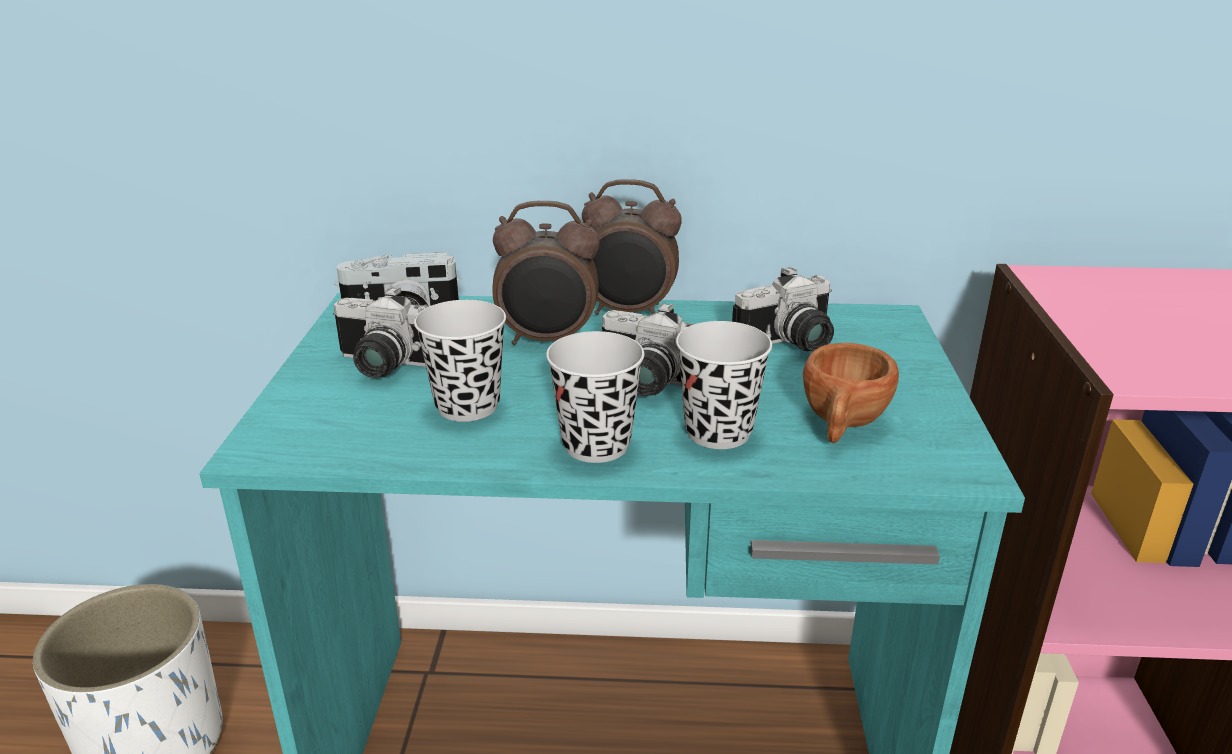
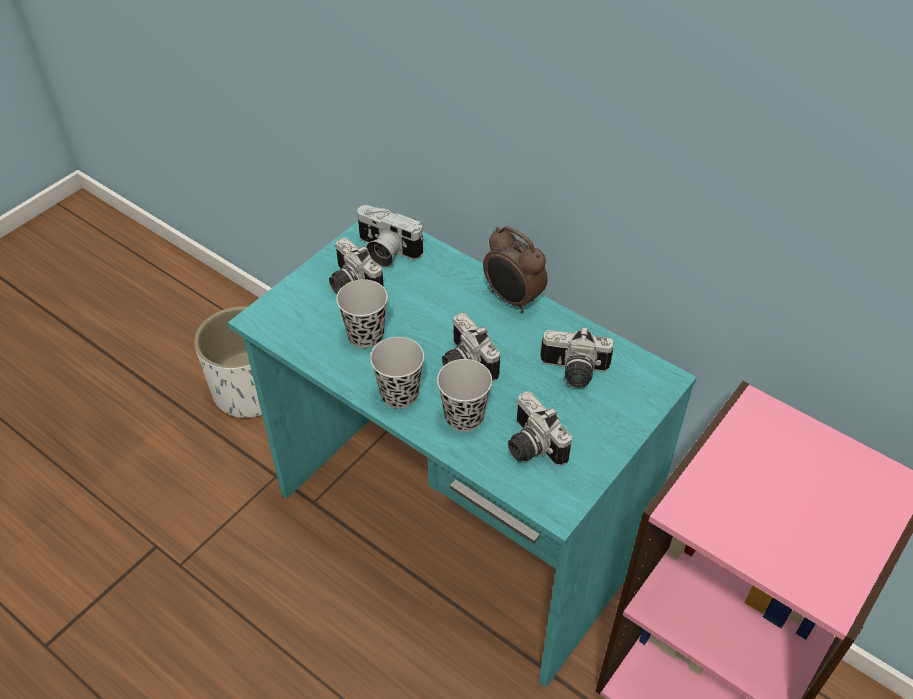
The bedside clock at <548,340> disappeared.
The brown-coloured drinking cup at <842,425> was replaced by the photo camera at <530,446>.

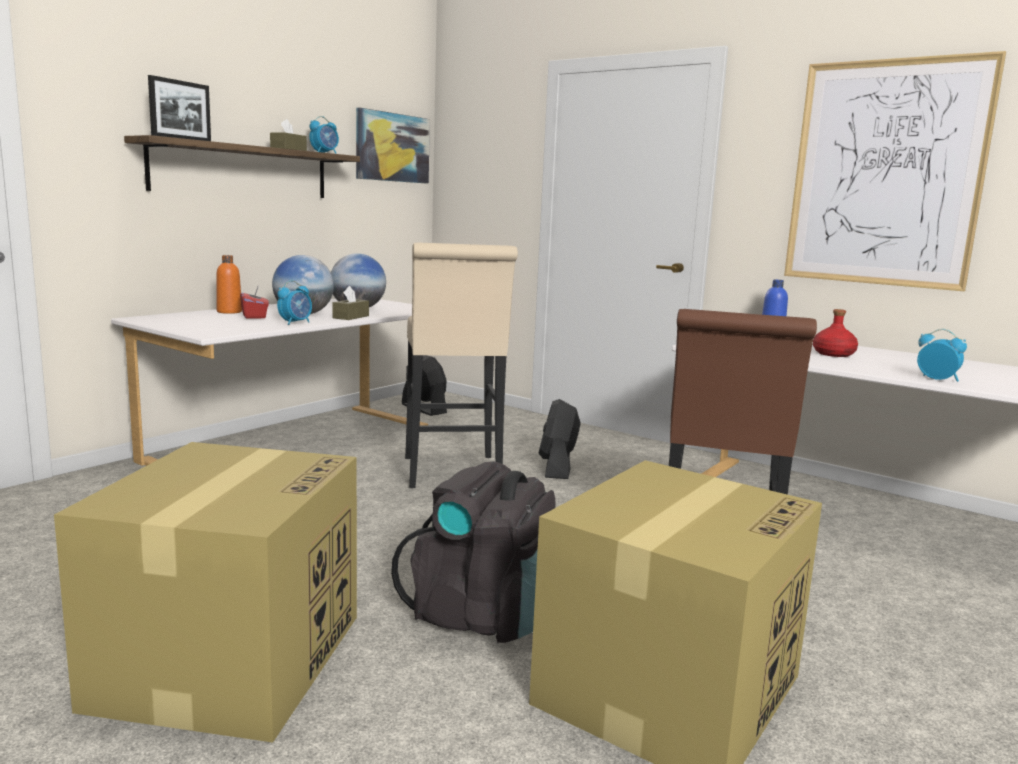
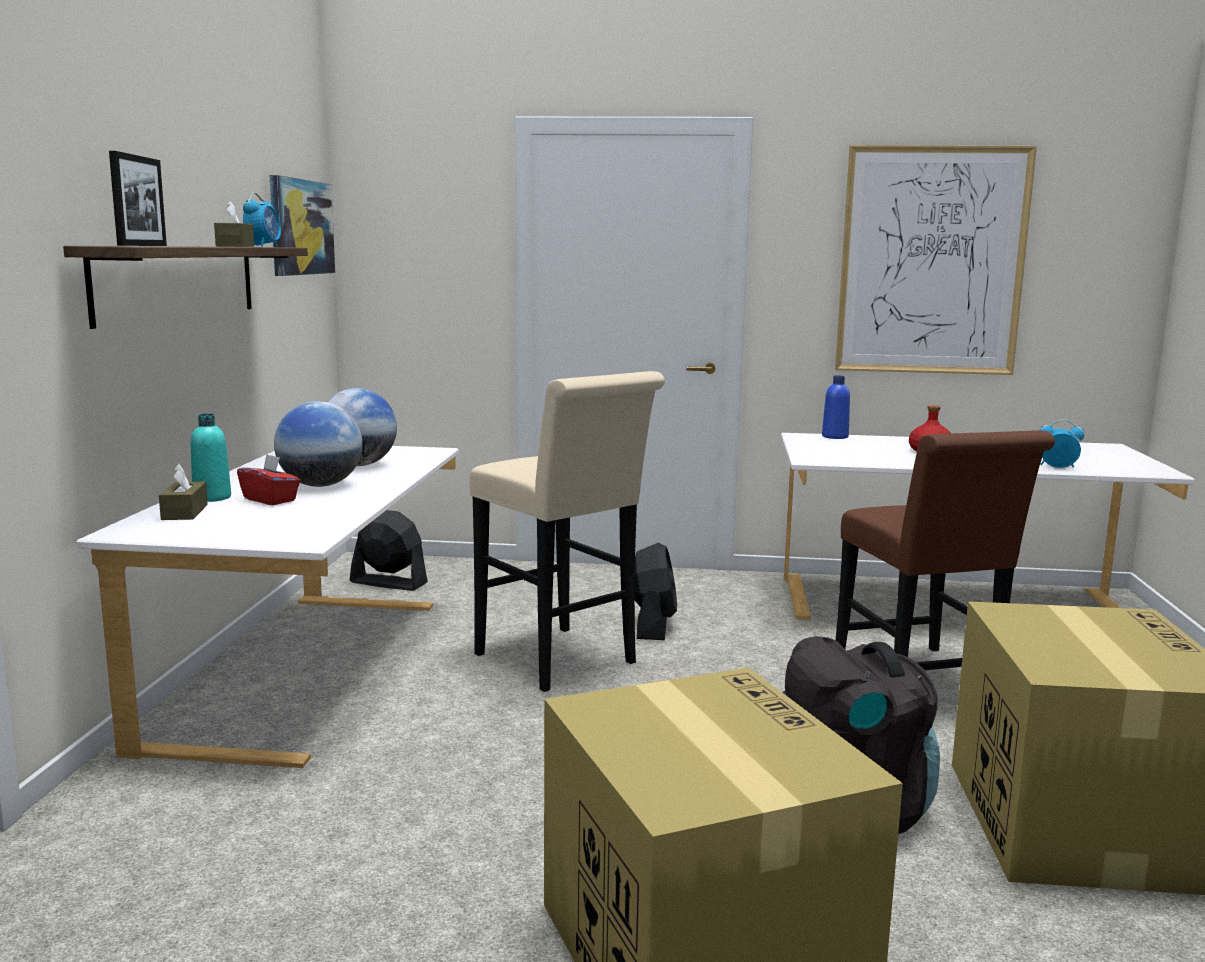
The bedside clock at <295,323> disappeared.
The brown-coloured box of tissues moved from <351,317> to <184,512>.
The orangey drink bottle at <229,312> became the blue-green drink bottle at <212,498>.
The black-coloured electric fan at <557,467> turned 150 degrees counterclockwise.

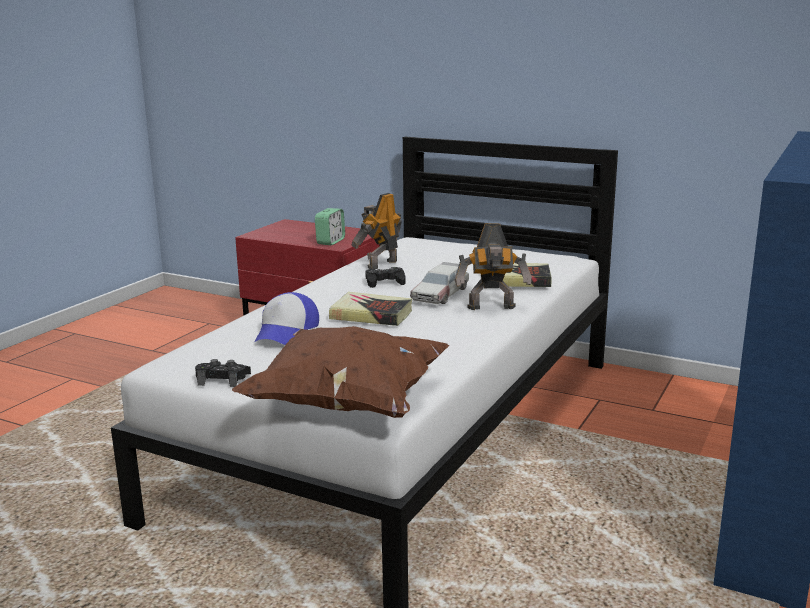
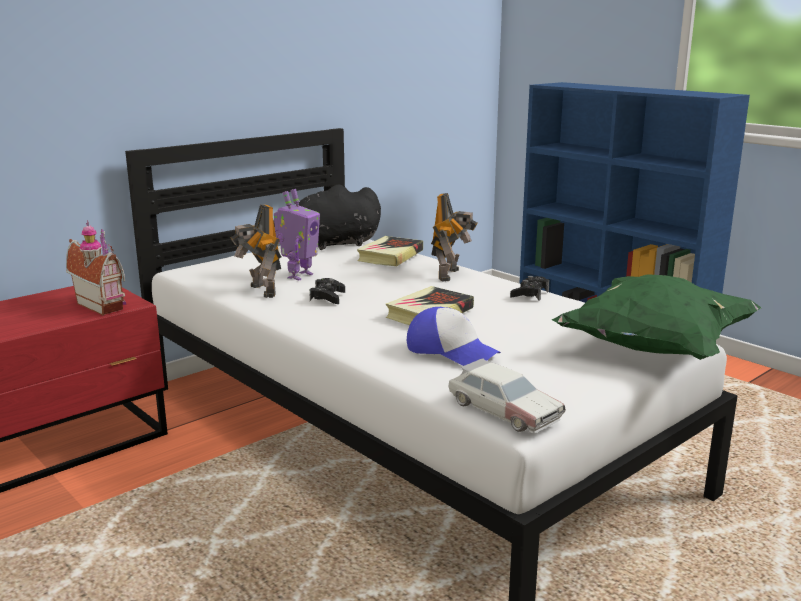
The black-coloured plush toy at <333,244> appeared.
The robot figure at <298,276> appeared.
The black-coloured game controller moved from <222,379> to <530,294>.
The model car moved from <440,294> to <503,410>.
The bedside clock at <330,241> was replaced by the miniature house at <104,305>.
The brown-coloured pillow at <346,404> became the green pillow at <654,349>.

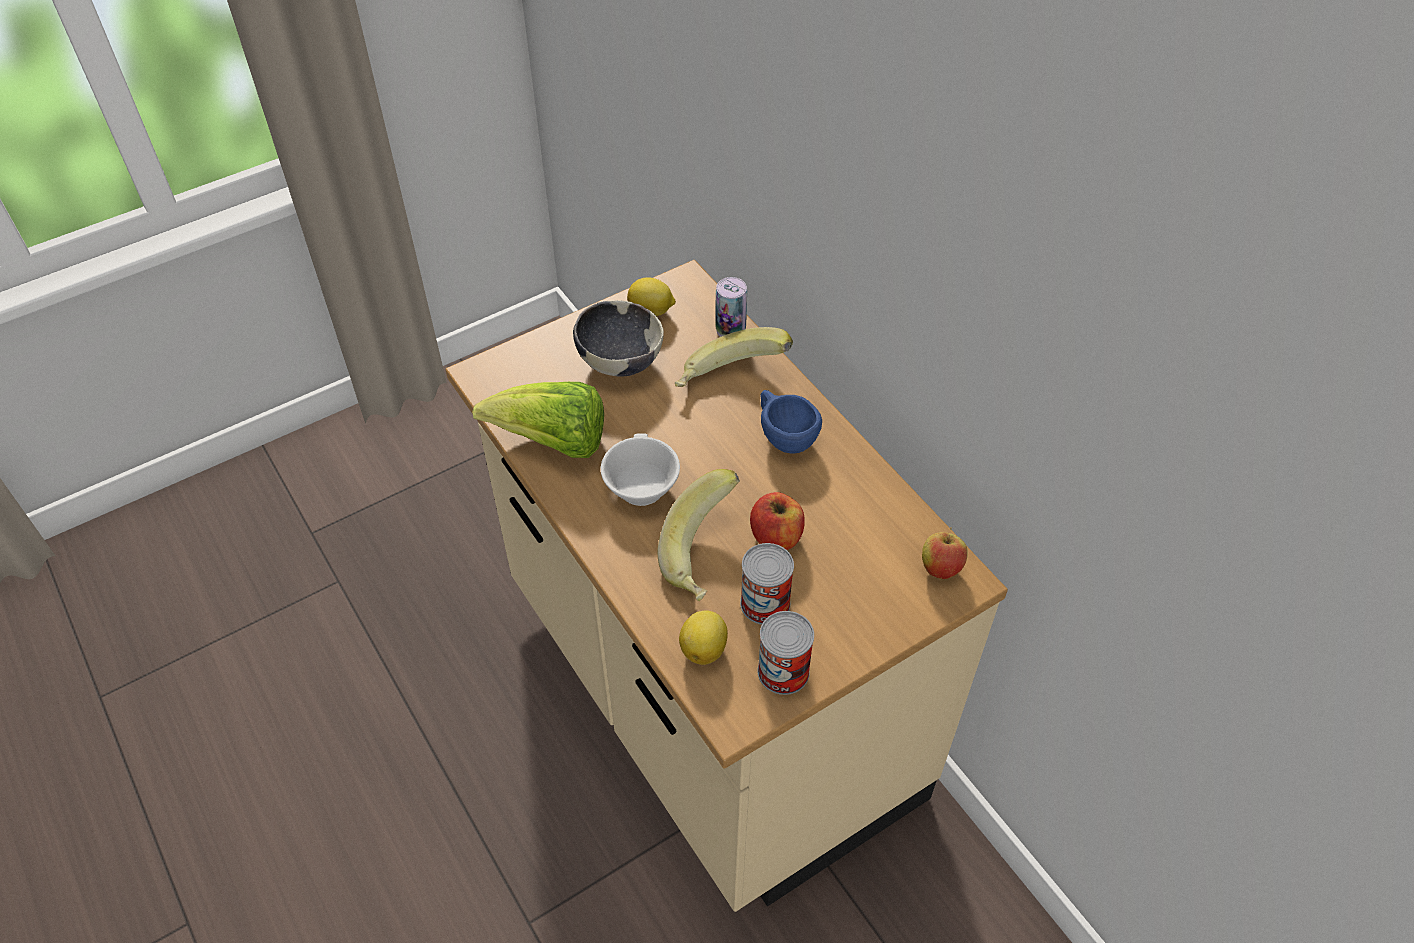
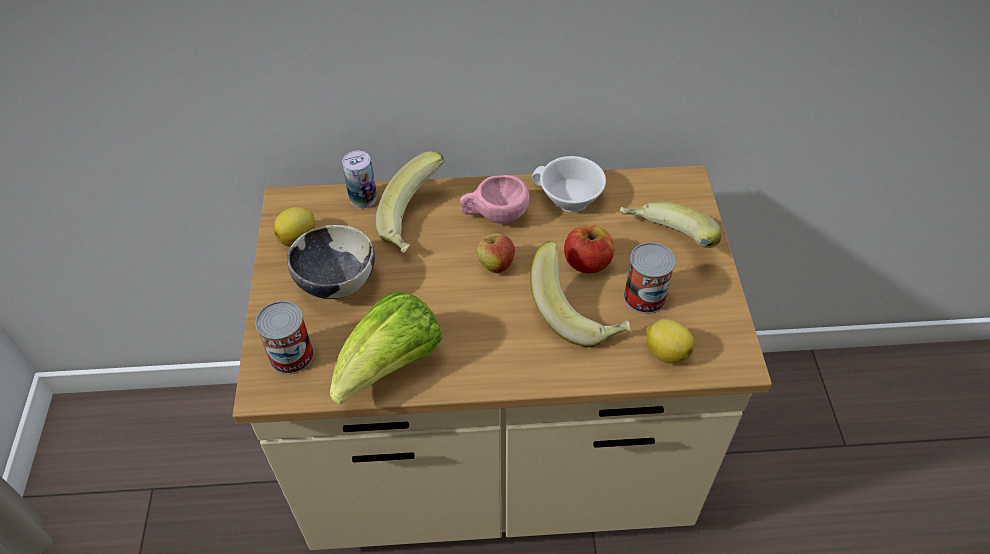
The banana fruit at <664,243> appeared.
The white drinking cup moved from <638,485> to <568,199>.
The can moved from <783,671> to <291,355>.
The apple moved from <940,568> to <495,265>.
The blue-coloured drinking cup at <784,435> became the pink-coloured drinking cup at <494,215>.

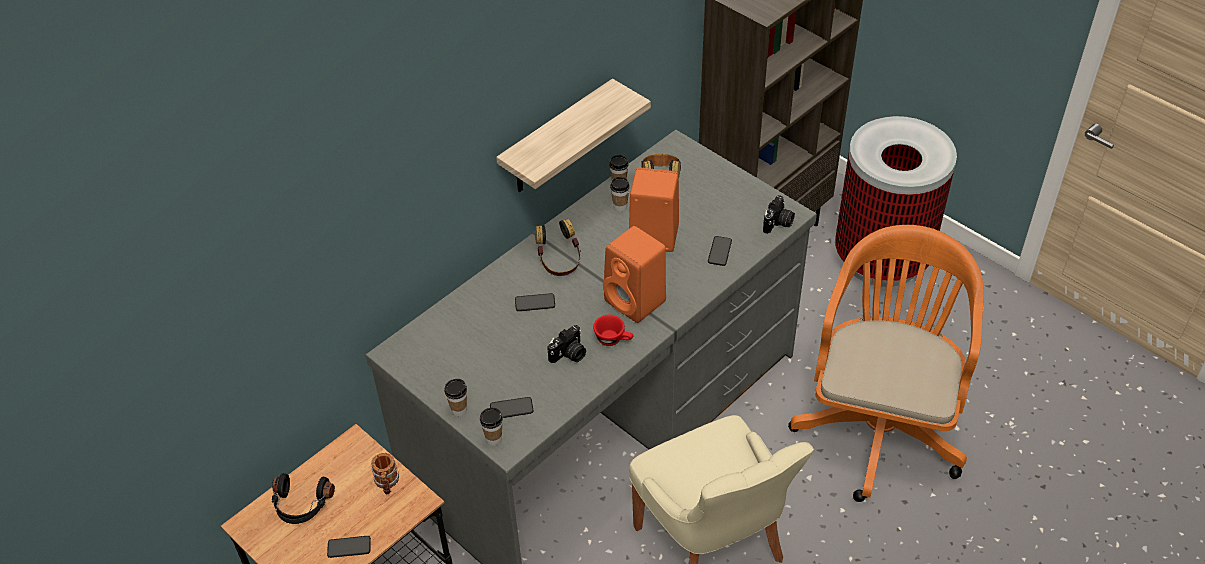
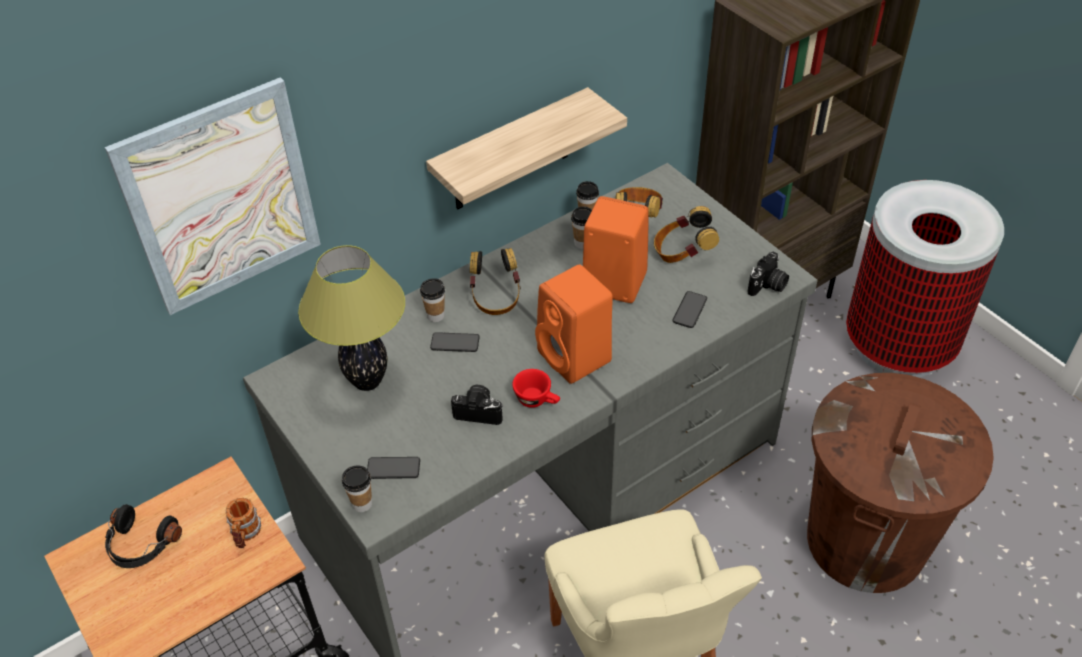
The handset at <349,547> disappeared.
The wall art at <221,198> appeared.
The tabletop lamp at <367,381> appeared.
The headset at <682,253> appeared.
The drinking cup moved from <459,410> to <435,316>.
The orangey computer chair at <880,424> was replaced by the brown-coloured rubbish bin at <866,540>.
The photo camera at <569,355> turned 135 degrees counterclockwise.

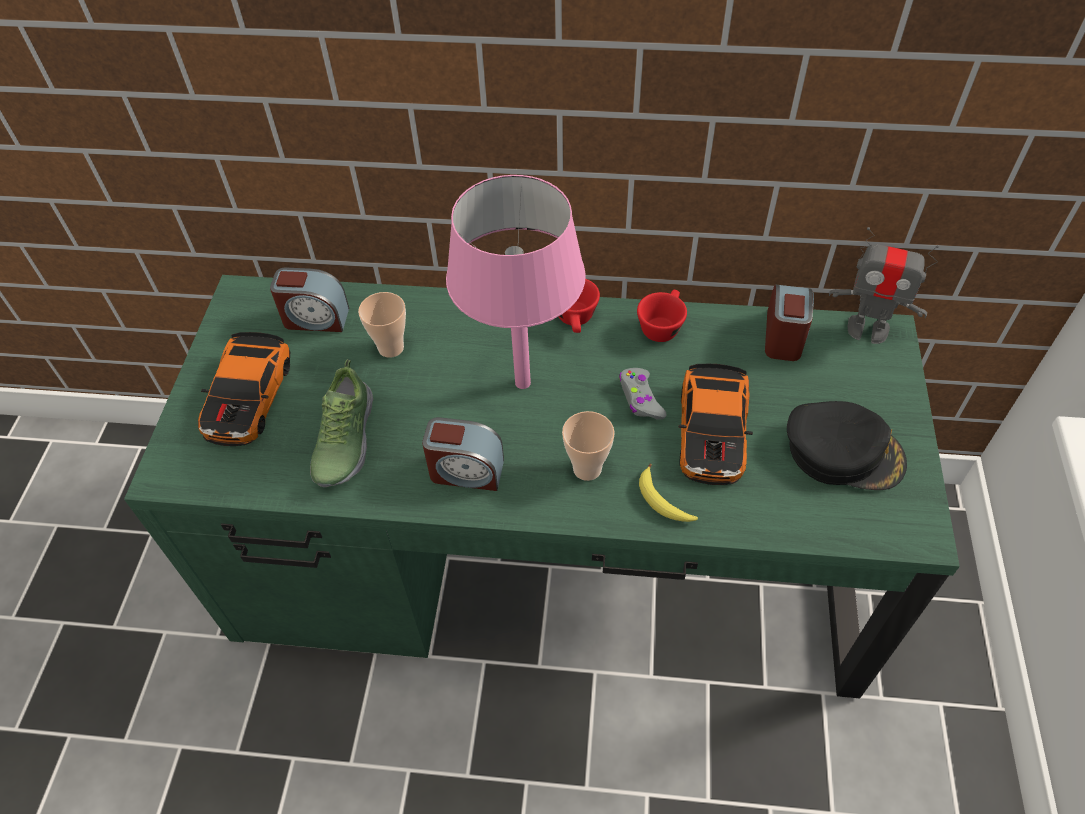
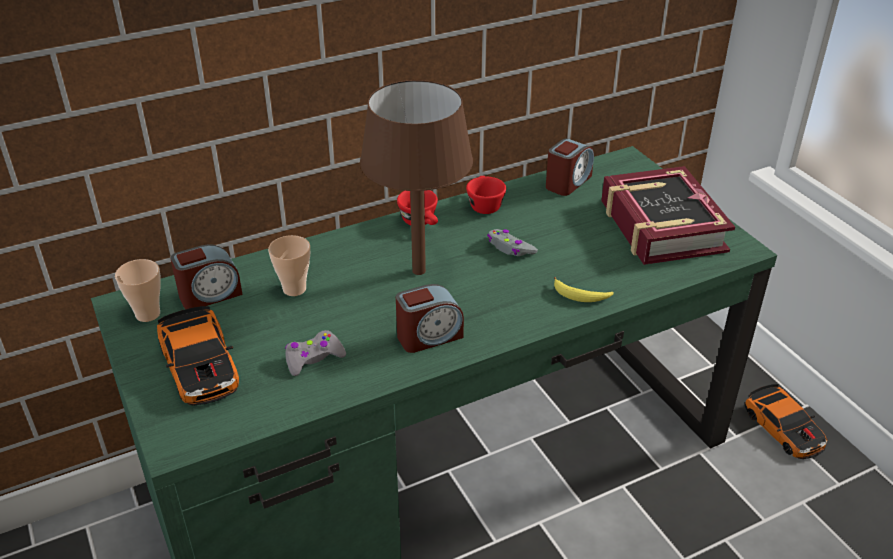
The robot figure at <867,329> disappeared.
The drinking cup moved from <587,468> to <148,314>.
The model car moved from <714,432> to <785,428>.
The shoe at <343,440> was replaced by the greyish game controller at <313,358>.
The black-coloured baseball cap at <843,451> was replaced by the volume at <661,226>.
The pink-coloured tabletop lamp at <522,382> became the brown-coloured tabletop lamp at <418,271>.
The bedside clock at <784,336> turned 60 degrees clockwise.

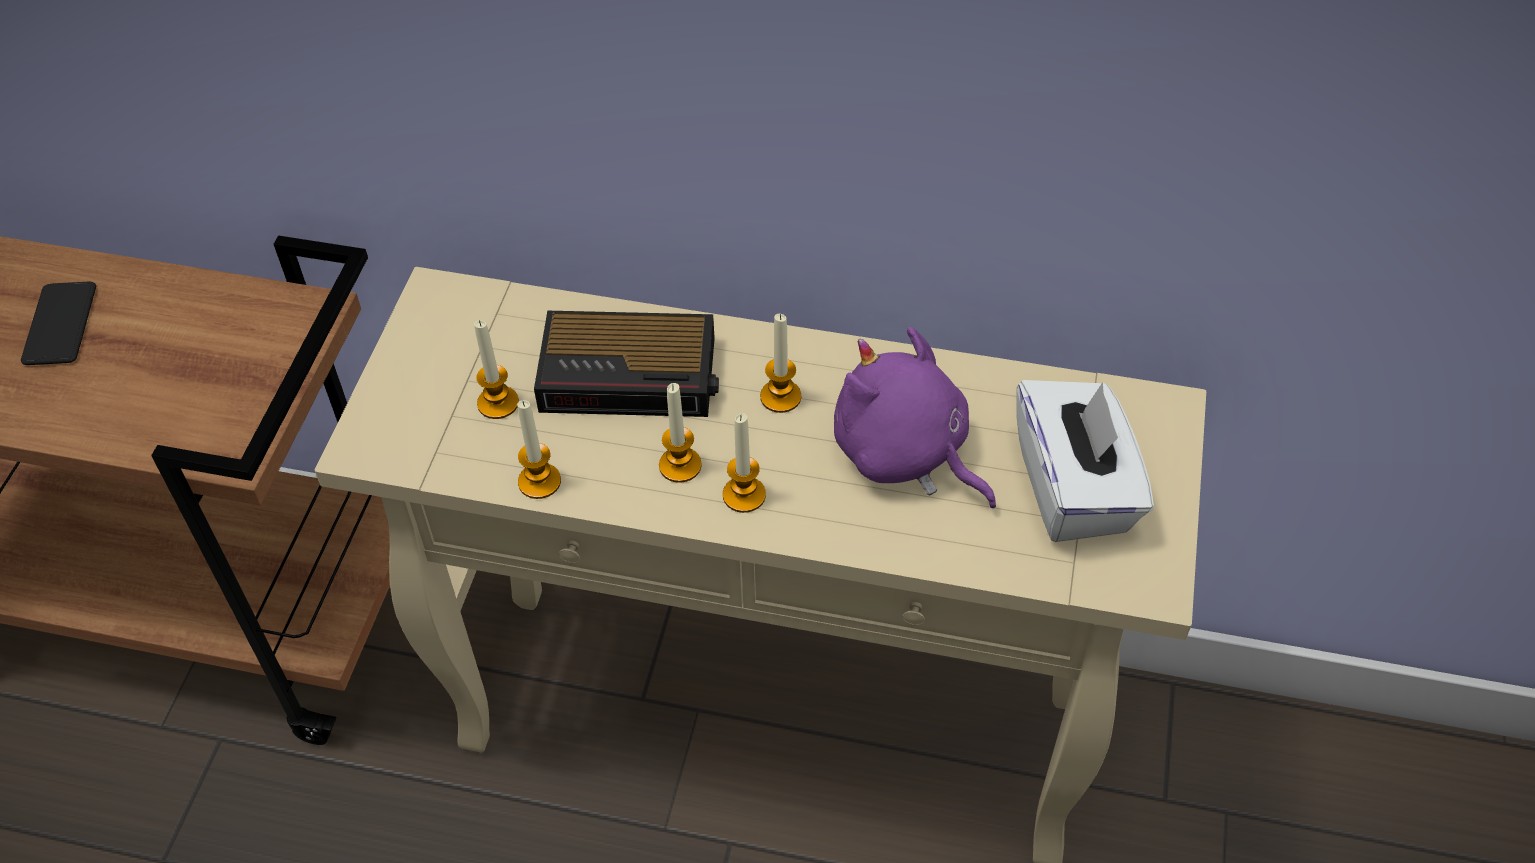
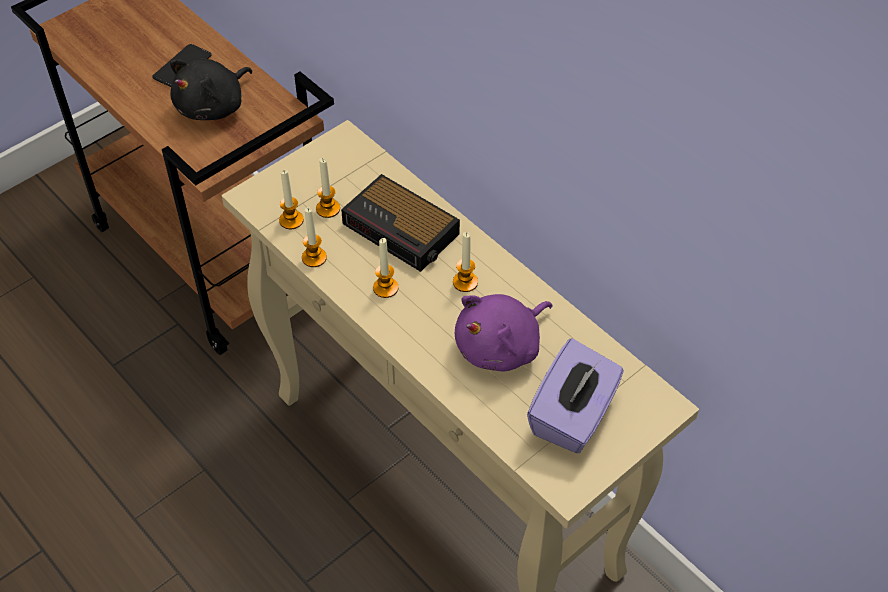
The black-coloured plush toy at <213,106> appeared.
The wax candle moved from <744,495> to <291,220>.
The white box of tissues at <1074,488> became the purplish box of tissues at <573,416>.
The purplish plush toy at <905,454> turned 120 degrees counterclockwise.

